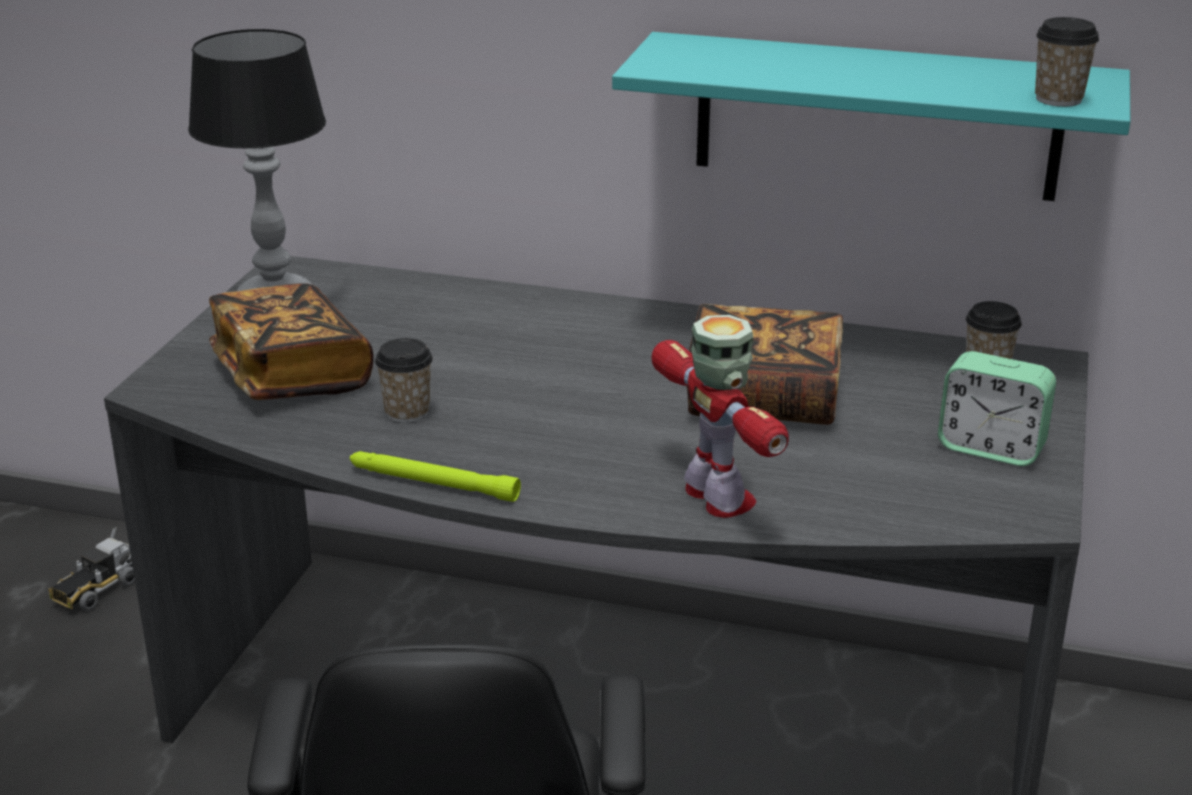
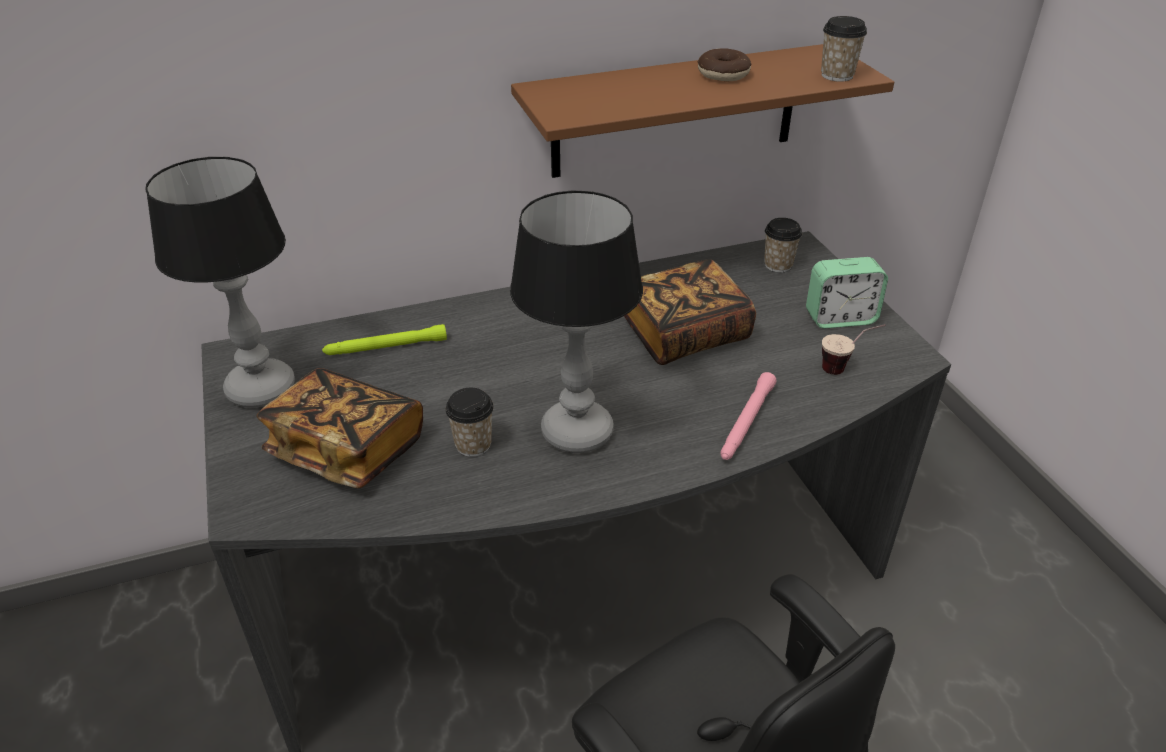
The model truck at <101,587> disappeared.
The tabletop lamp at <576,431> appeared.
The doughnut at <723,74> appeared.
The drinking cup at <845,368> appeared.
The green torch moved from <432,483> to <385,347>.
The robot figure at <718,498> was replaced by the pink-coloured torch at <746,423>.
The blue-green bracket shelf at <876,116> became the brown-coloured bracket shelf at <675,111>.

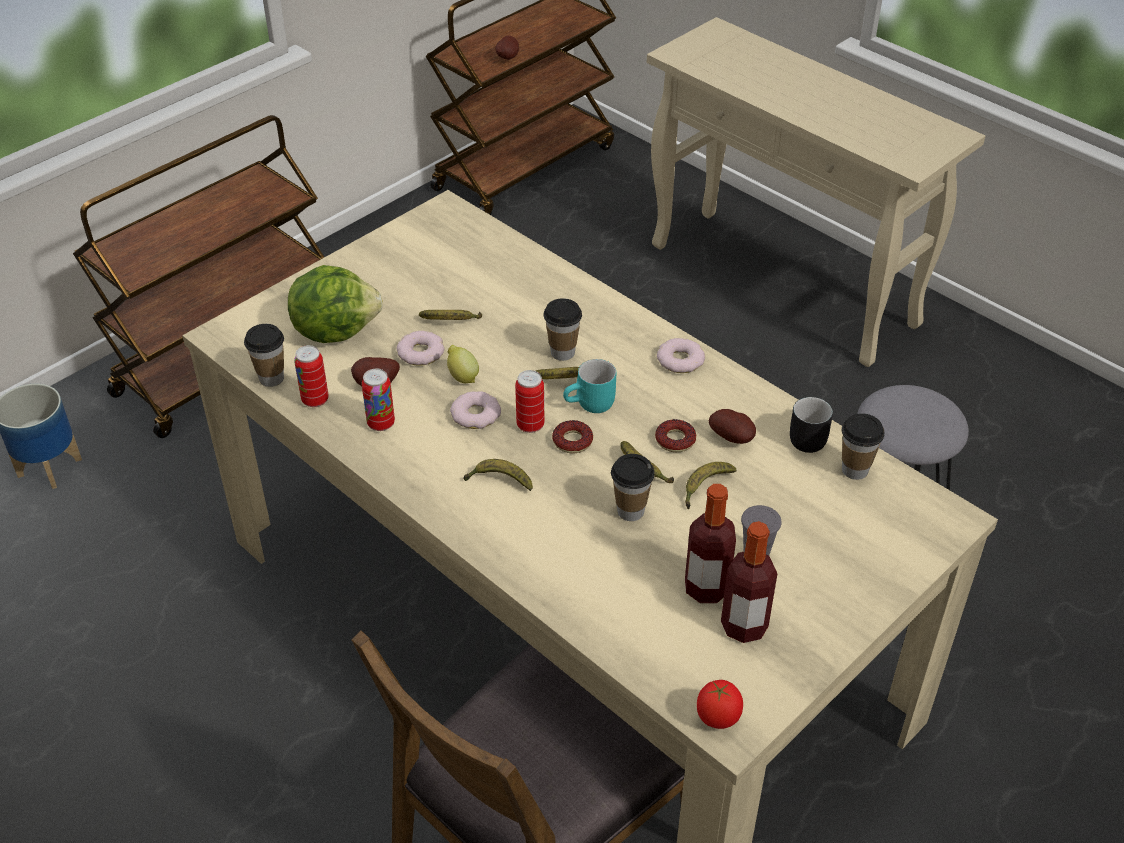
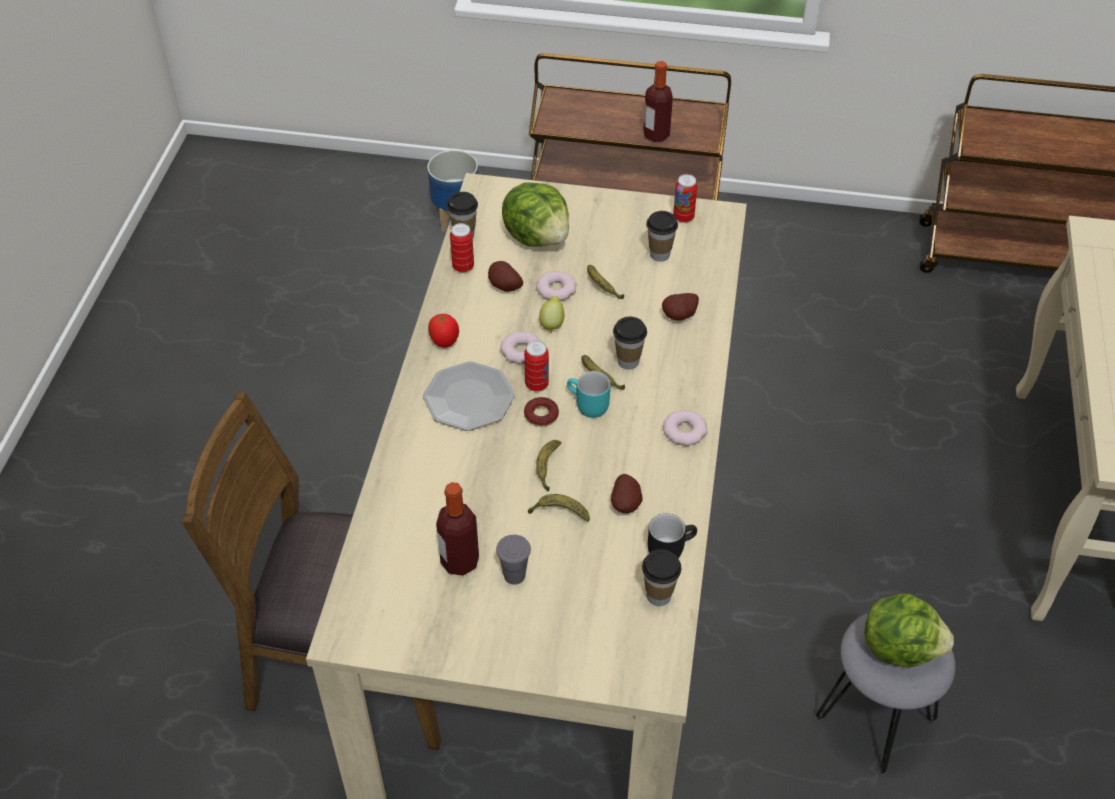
The doughnut at <675,440> disappeared.
The head of lettuce at <899,647> appeared.
The can moved from <381,423> to <683,217>.
The spud moved from <508,58> to <680,317>.
The drinking cup moved from <630,511> to <659,254>.
The whole tomato moved from <717,719> to <444,342>.
The drink bottle moved from <744,626> to <656,135>.
The banana fruit at <499,481> was replaced by the dinner plate at <468,398>.

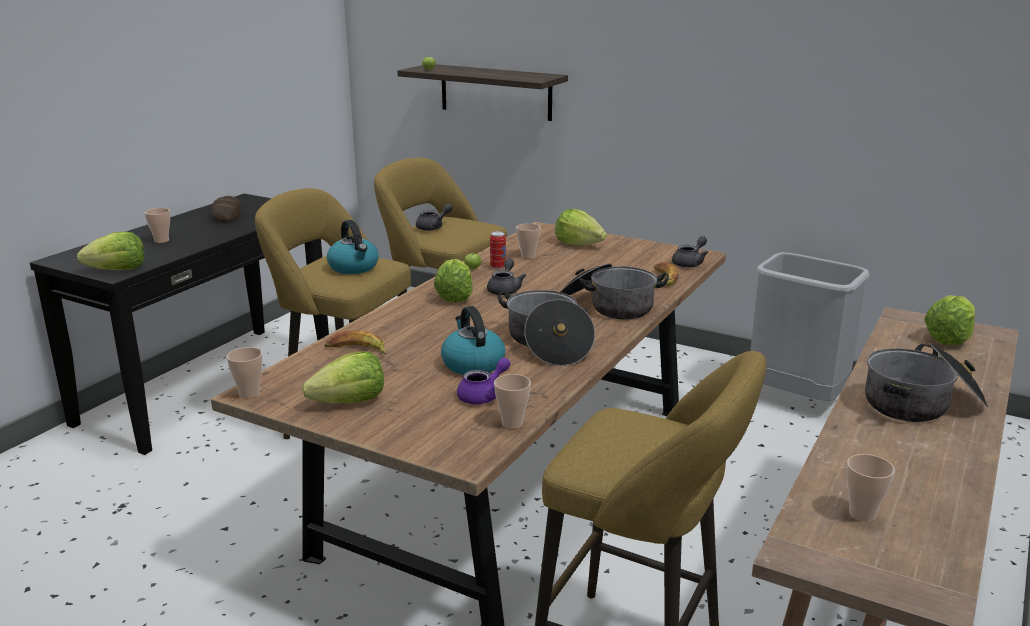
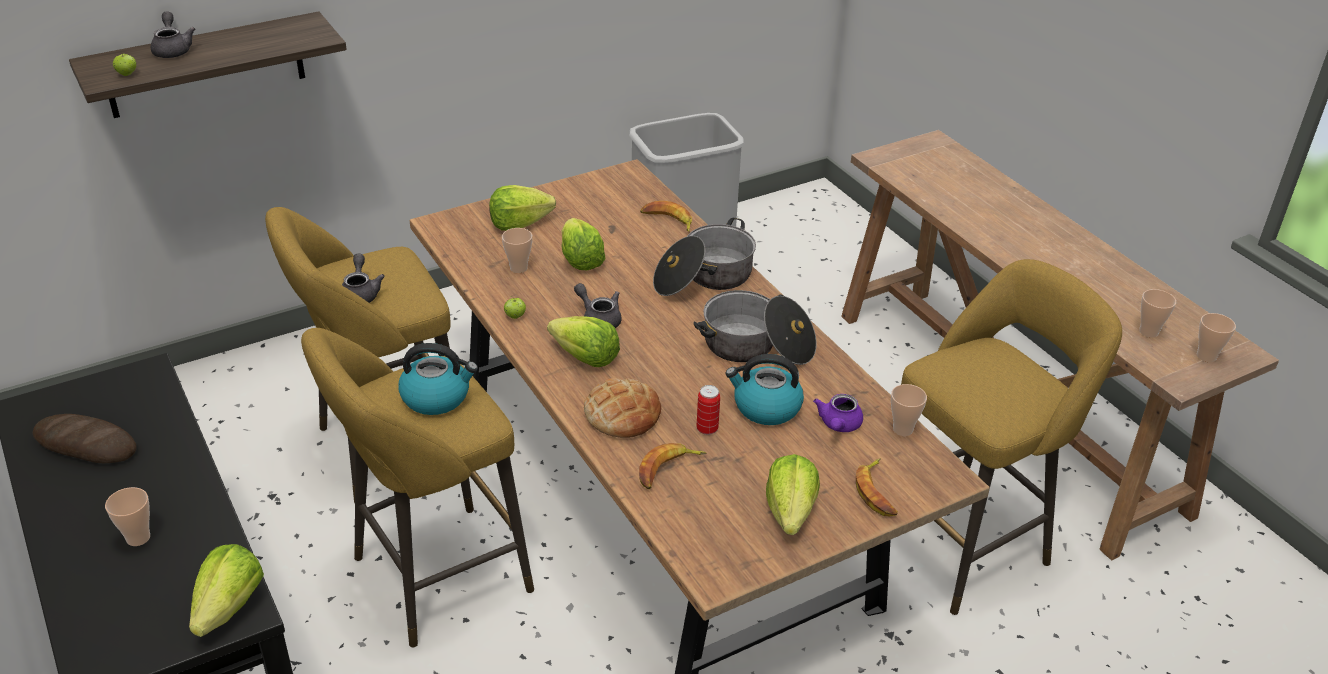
The saucepot at <922,404> disappeared.
The bakery bread at <622,414> appeared.
The banana fruit at <877,492> appeared.
The drinking cup moved from <249,394> to <1206,356>.
The can moved from <498,267> to <707,429>.
The greyish teapot moved from <690,263> to <173,49>.
The head of lettuce moved from <949,338> to <580,260>.
The purplish teapot at <483,396> turned 150 degrees counterclockwise.

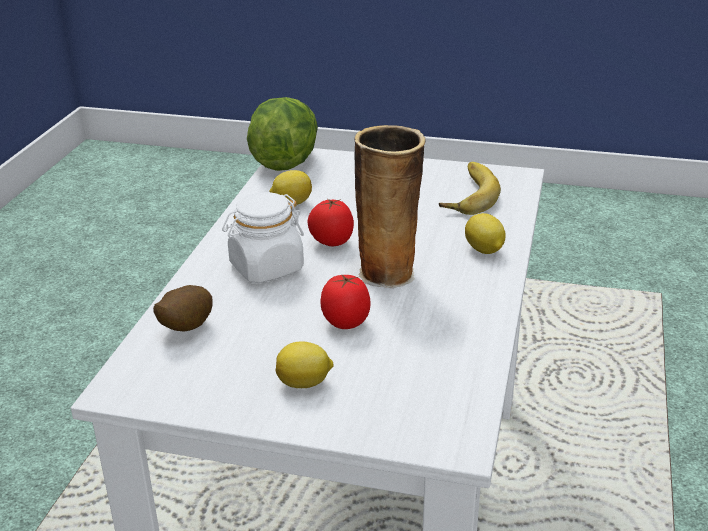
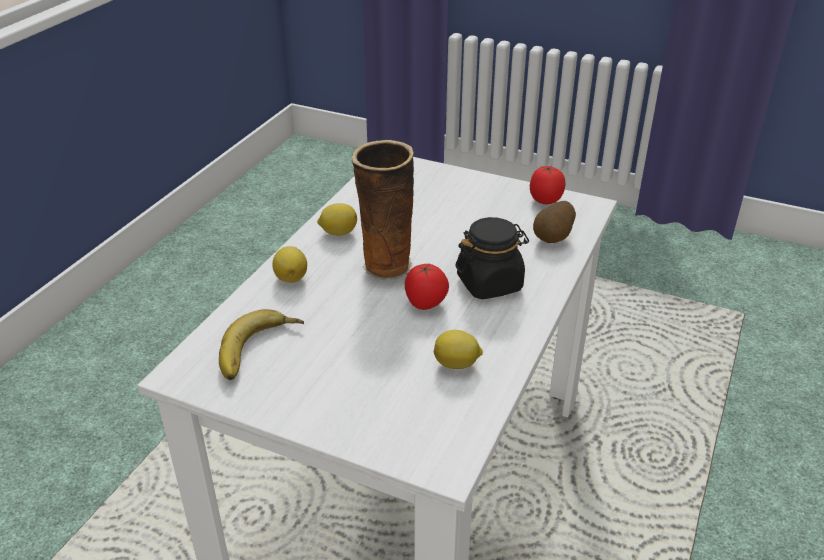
The head of lettuce at <285,160> disappeared.
The lemon moved from <305,383> to <338,232>.
The whole tomato moved from <345,322> to <545,201>.
The white storage jar at <266,268> became the black-coloured storage jar at <490,283>.

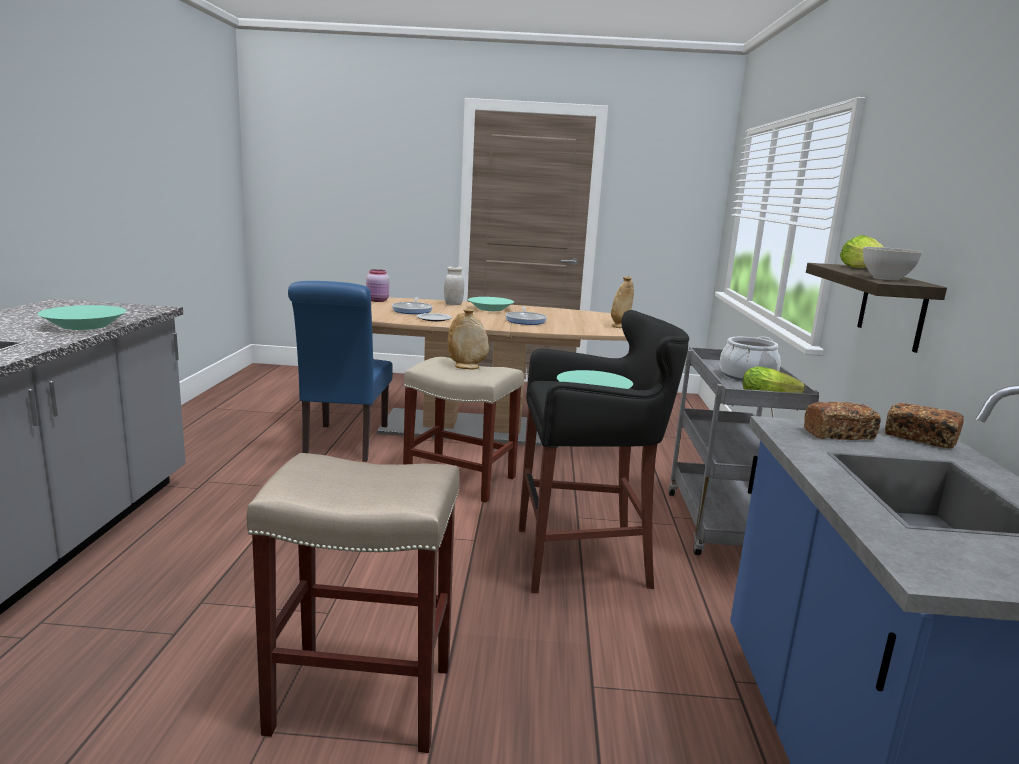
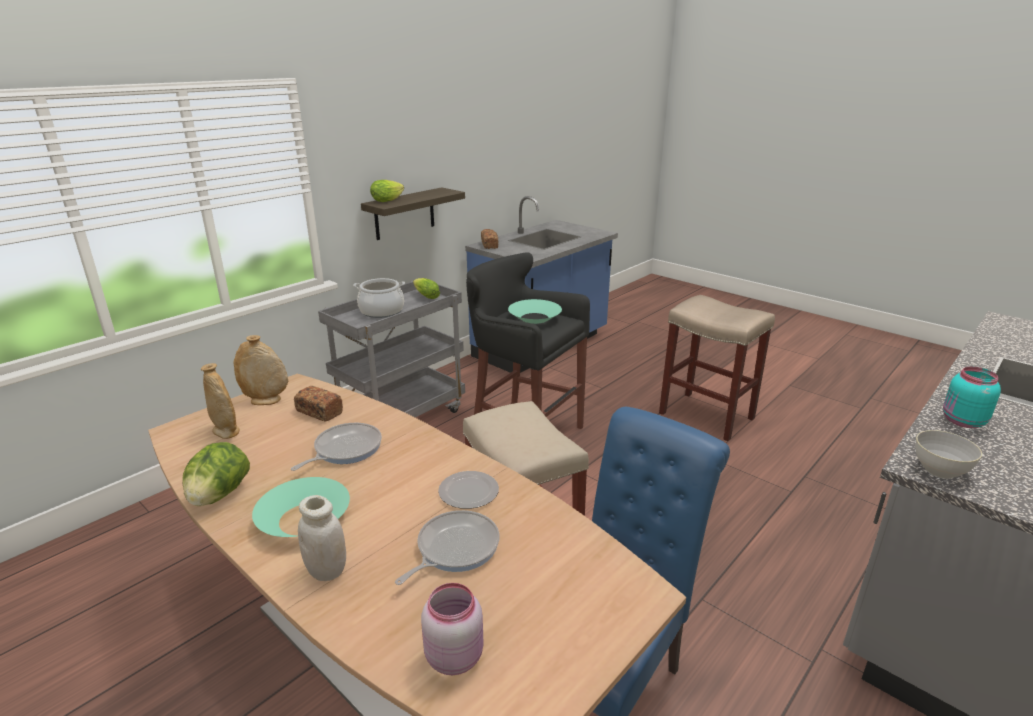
The head of lettuce at <219,495> appeared.
The beige-coloured vase moved from <467,367> to <226,432>.
The bakery bread moved from <838,434> to <319,412>.
The greyish deep dish moved from <886,278> to <939,471>.
The blue-green deep dish at <85,325> was replaced by the blue-green storage jar at <962,421>.

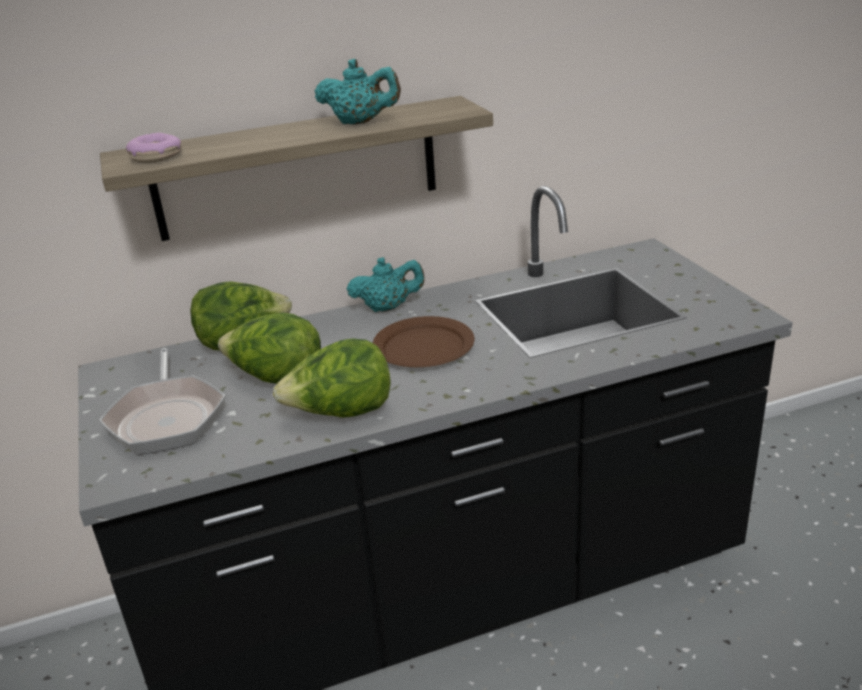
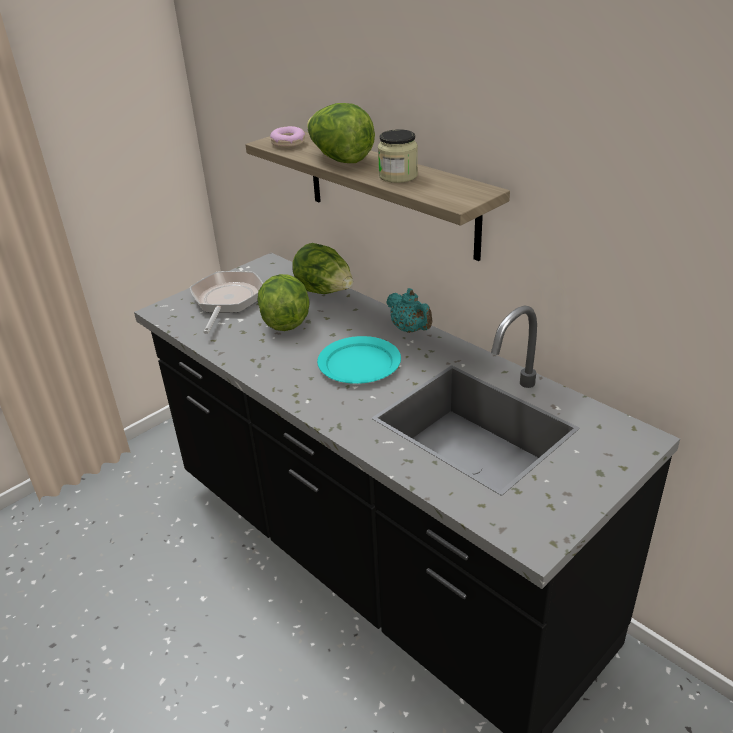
The head of lettuce moved from <341,414> to <340,159>.
The blue-green teapot at <360,122> was replaced by the storage jar at <398,176>.
The brown-coloured dinner plate at <423,347> became the blue-green dinner plate at <358,364>.
The pan at <167,417> turned 135 degrees clockwise.

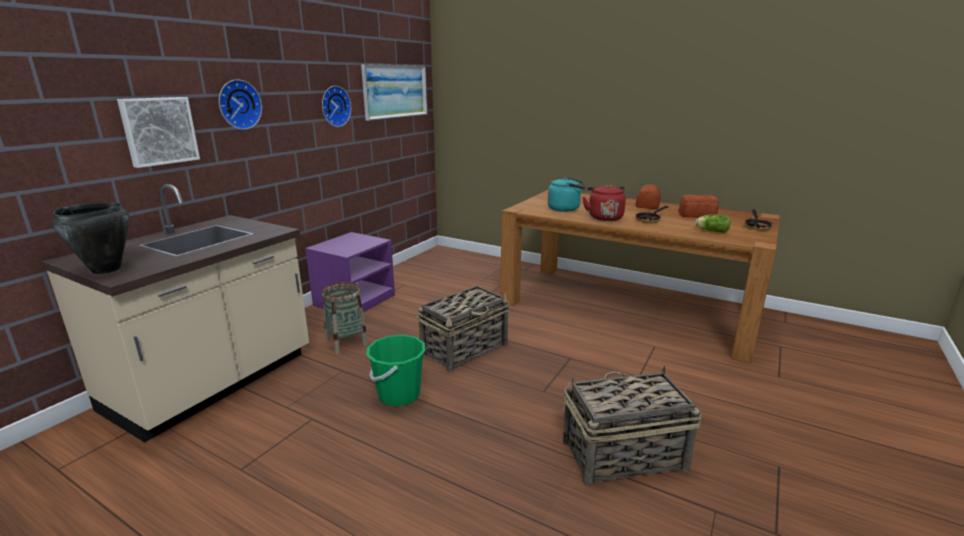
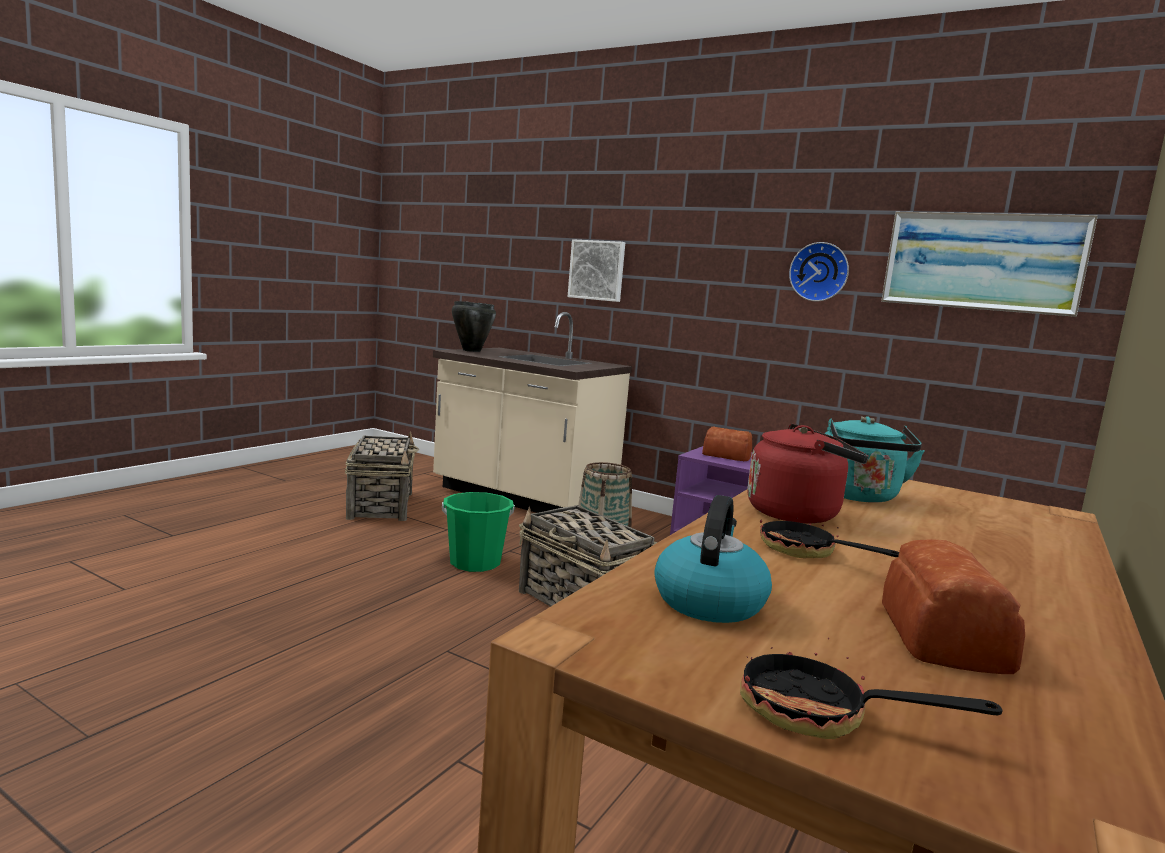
The wall clock at <238,104> disappeared.
The storage basket moved from <622,455> to <381,505>.
The bakery bread moved from <647,205> to <725,455>.
The head of lettuce at <711,231> was replaced by the water kettle at <709,601>.

